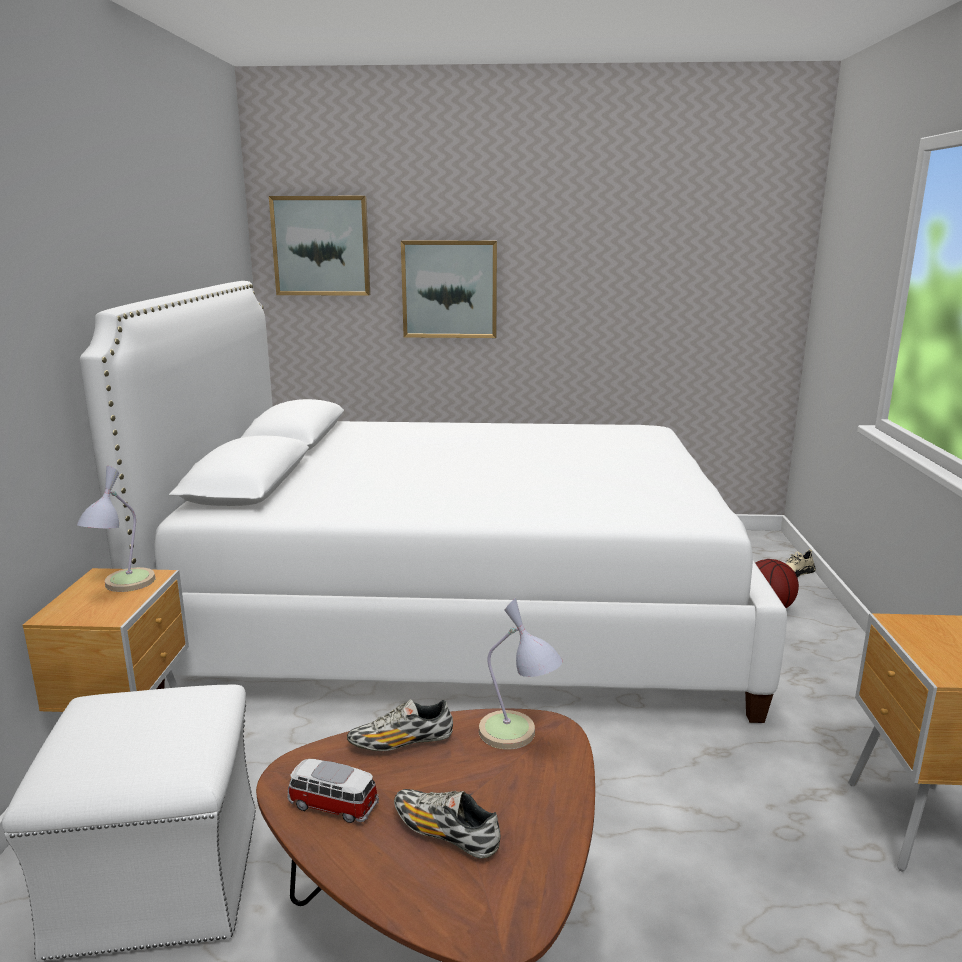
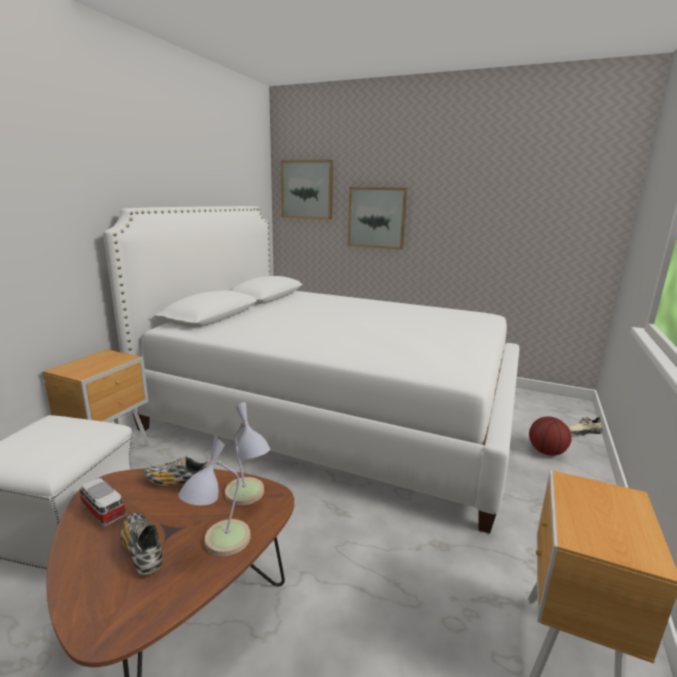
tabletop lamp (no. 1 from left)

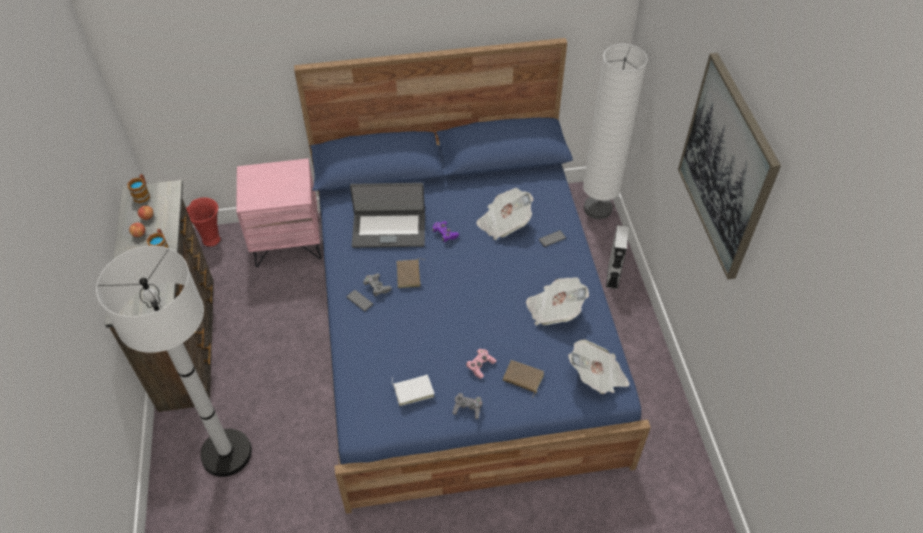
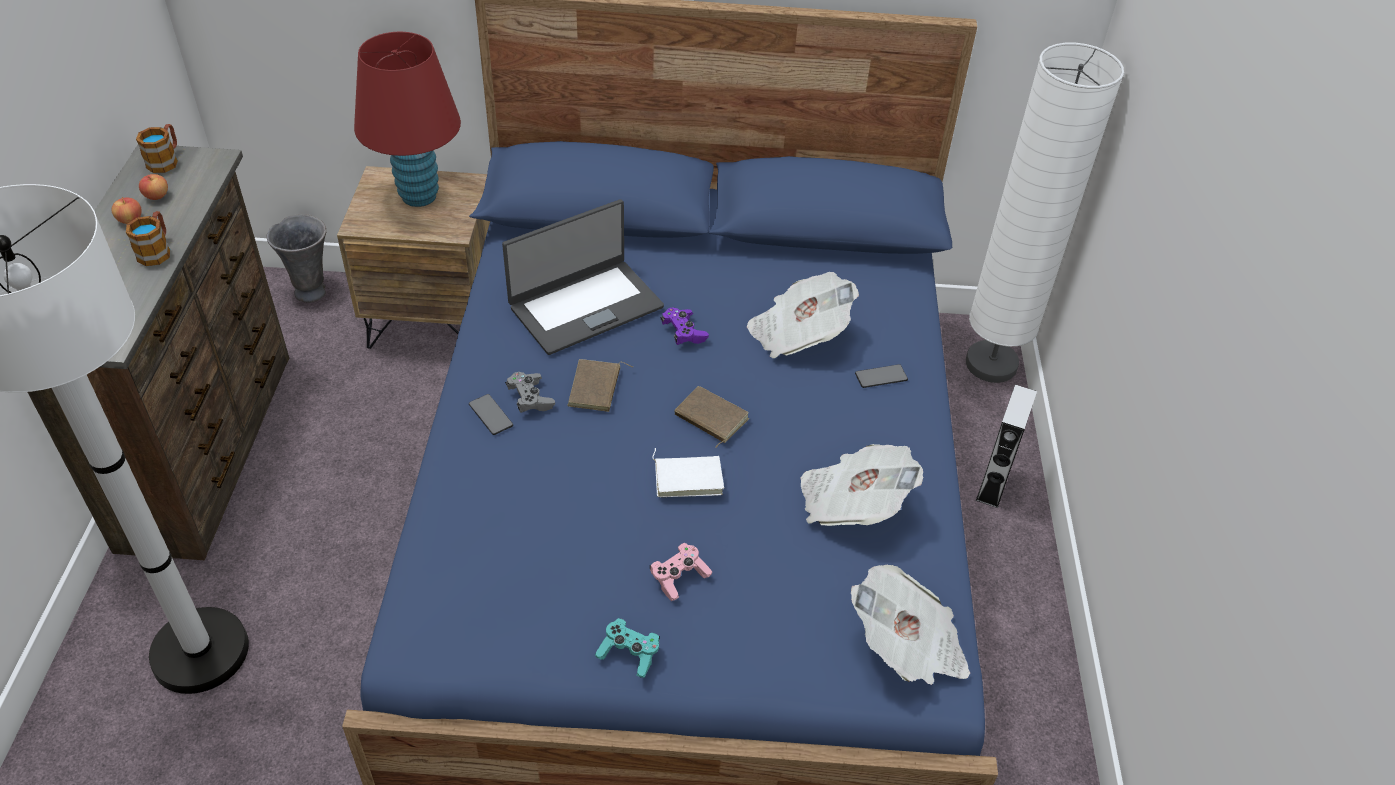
picture
tabletop lamp (red-coloured)
bound book (white)
bound book (brown) (no. 2 from left)
vase (greyish)
nightstand (brown)
gamepad (blue-green)
portable computer

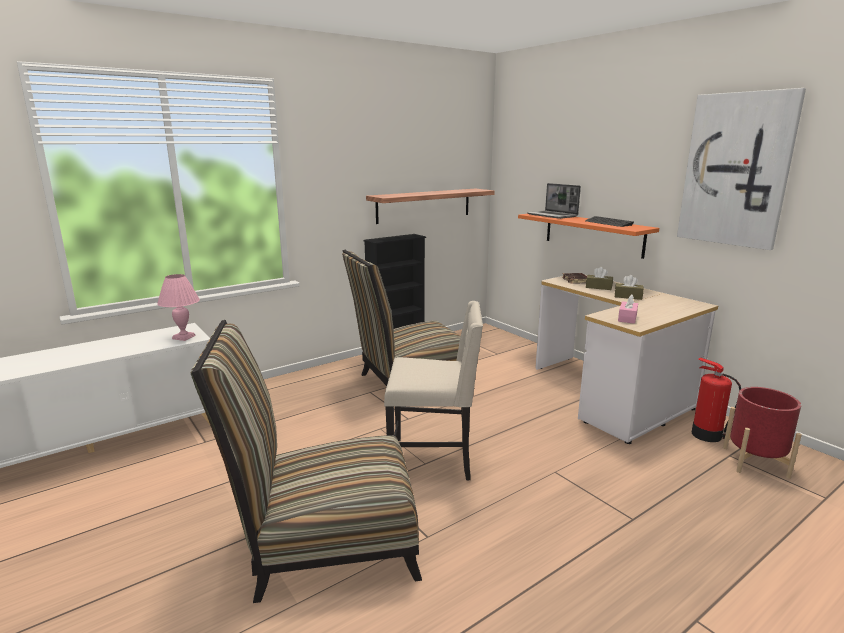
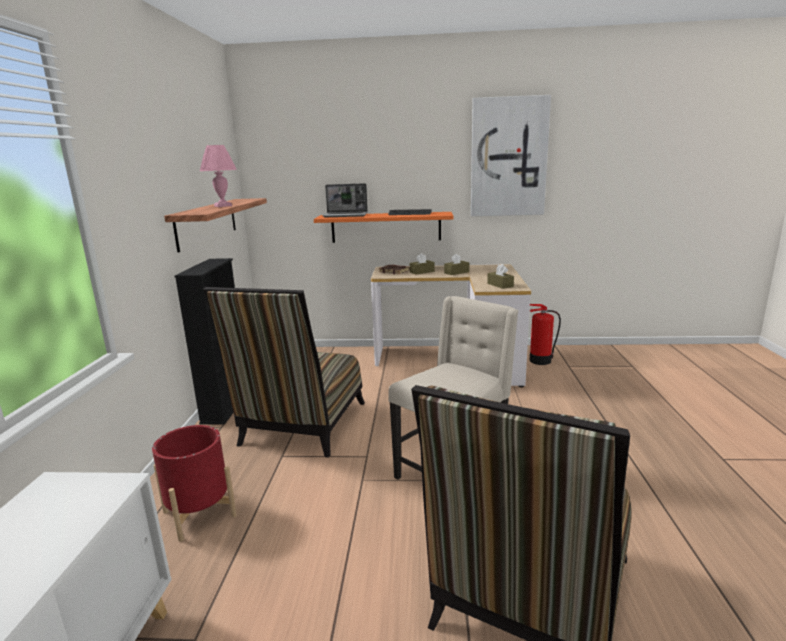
tabletop lamp (pink)
plant pot (red-coloured)
tissue box (brown) (no. 3 from left)

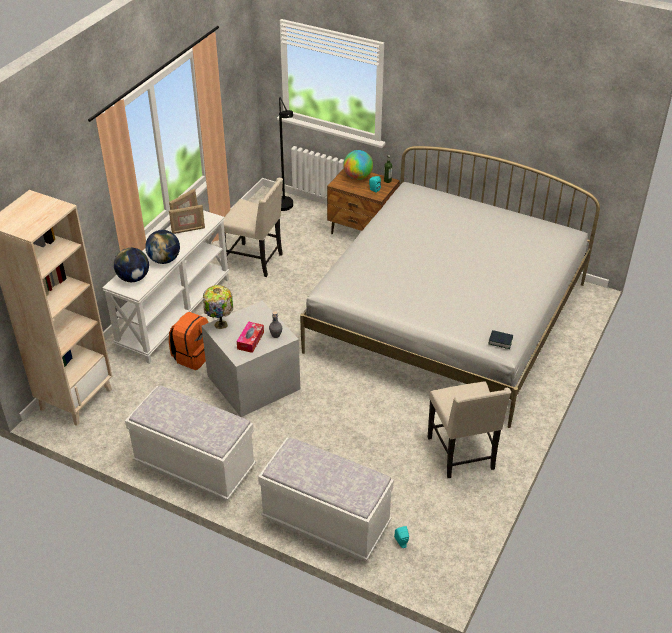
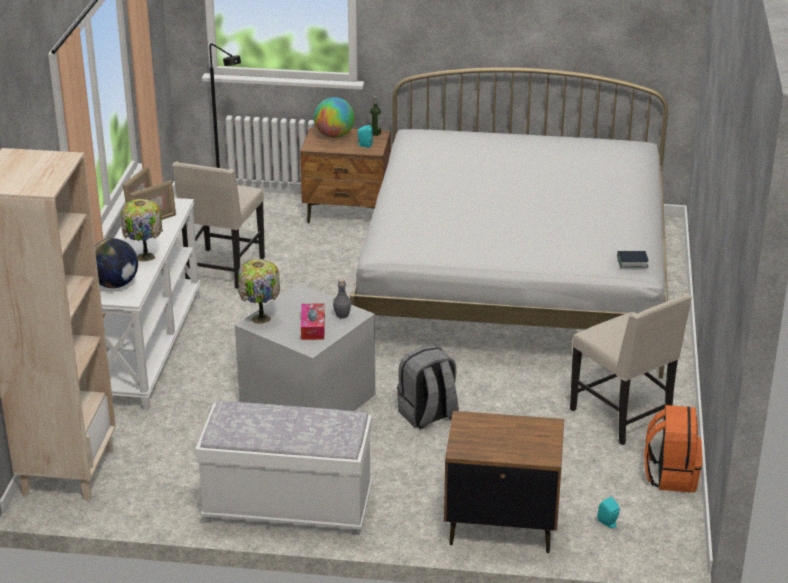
rucksack (greyish)
rucksack (orange)
tabletop lamp (no. 1 from left)
nightstand (brown) (no. 2 from left)
upright chair (sand-coloured) (no. 1 from left)

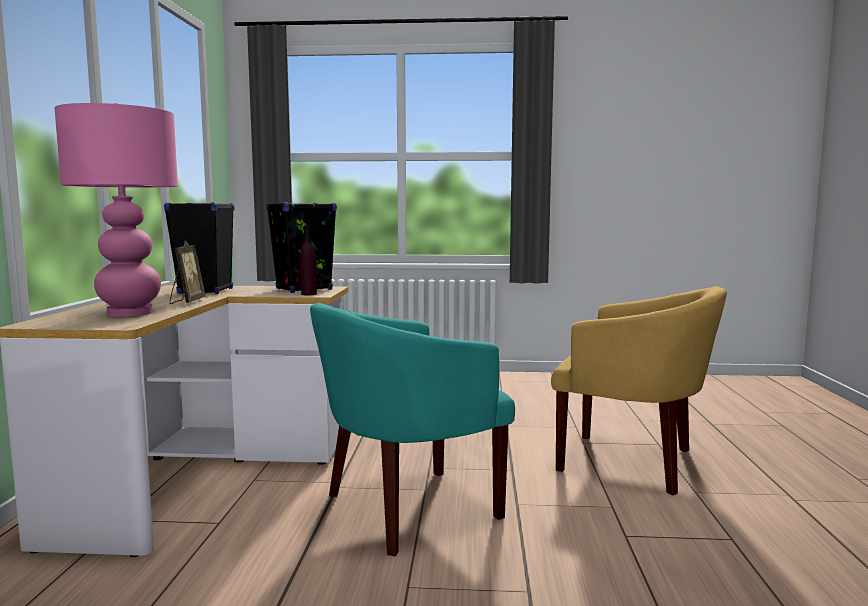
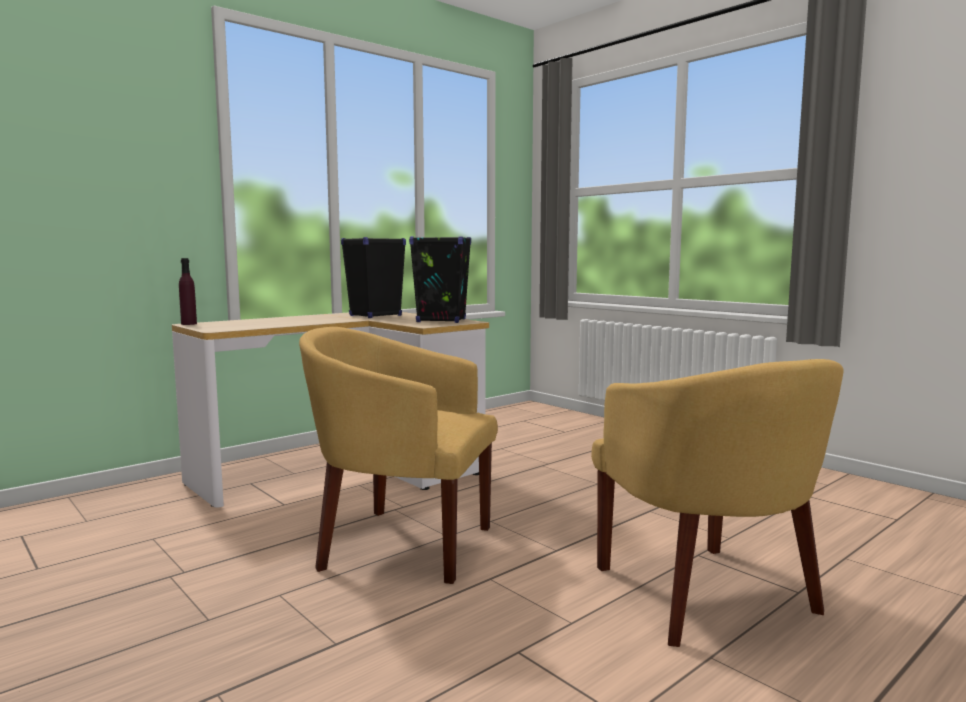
tabletop lamp (pink)
picture frame
drink bottle (purple-coloured)
lounge chair (yellow-coloured) (no. 1 from left)

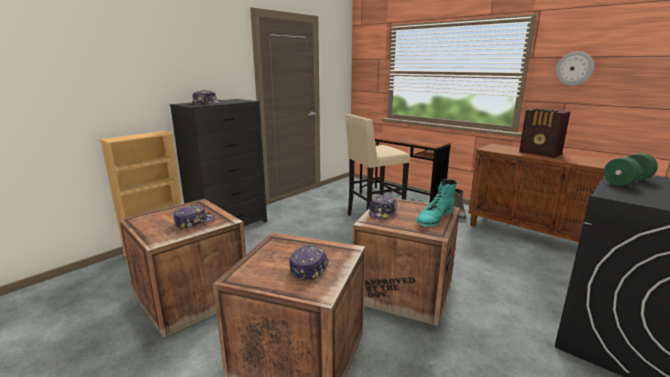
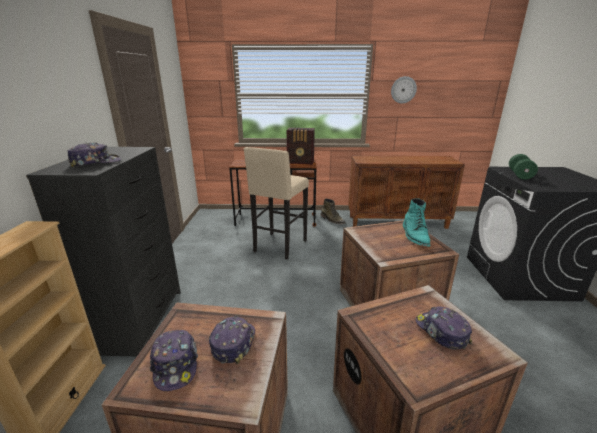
cap (no. 2 from left)
radio receiver

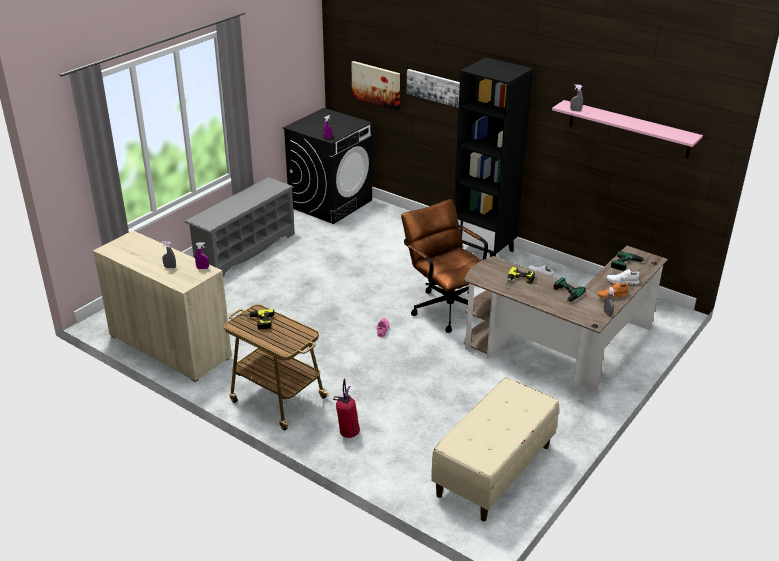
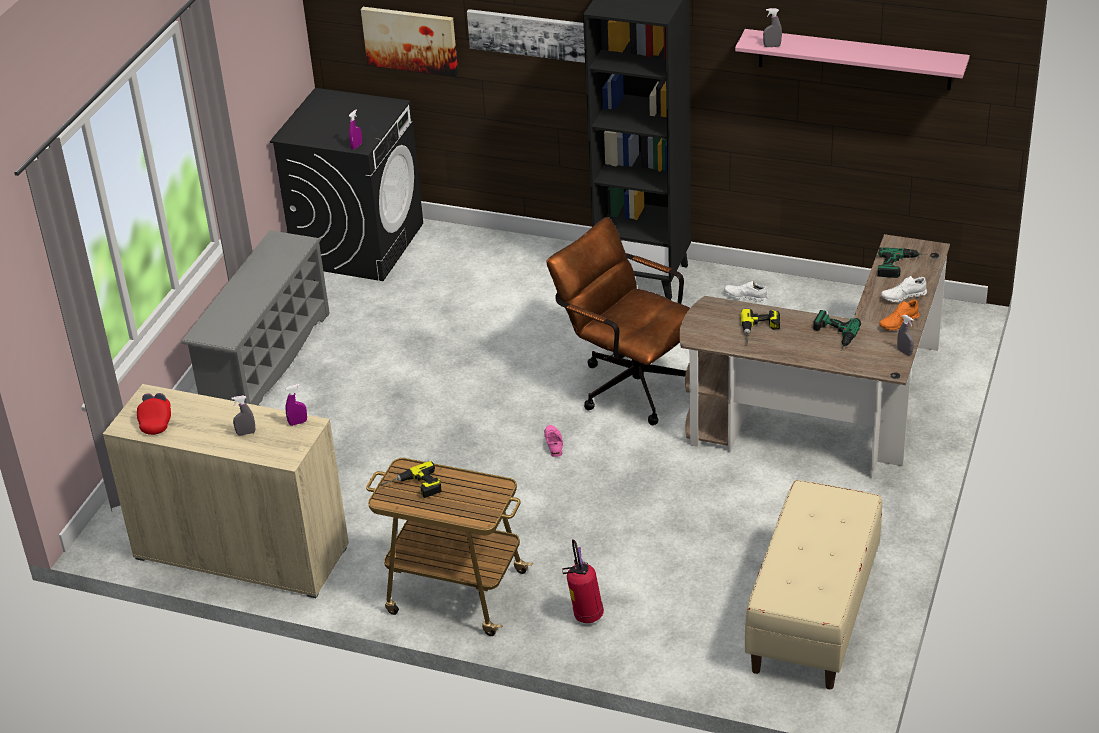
cap (red-coloured)

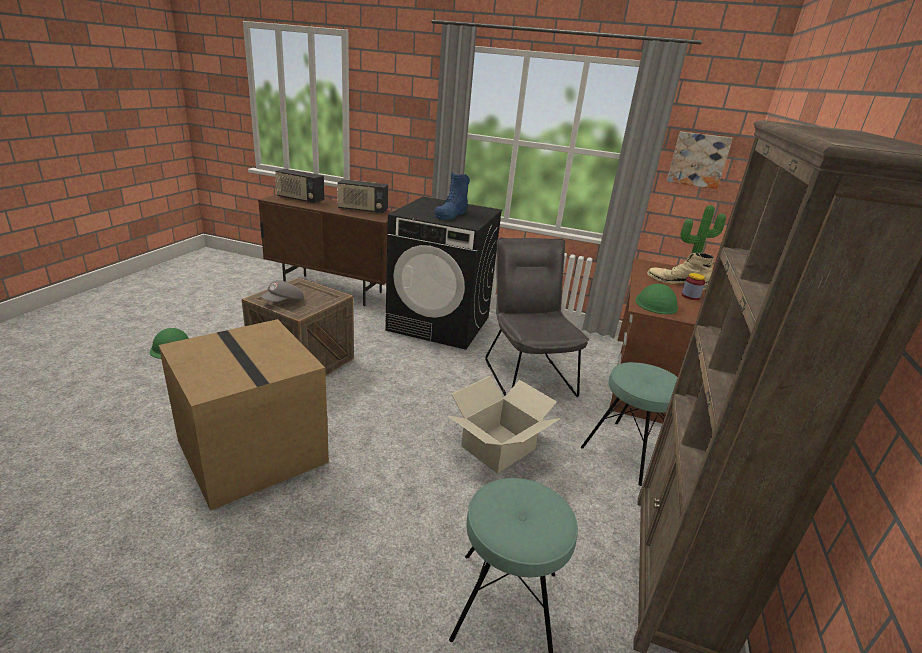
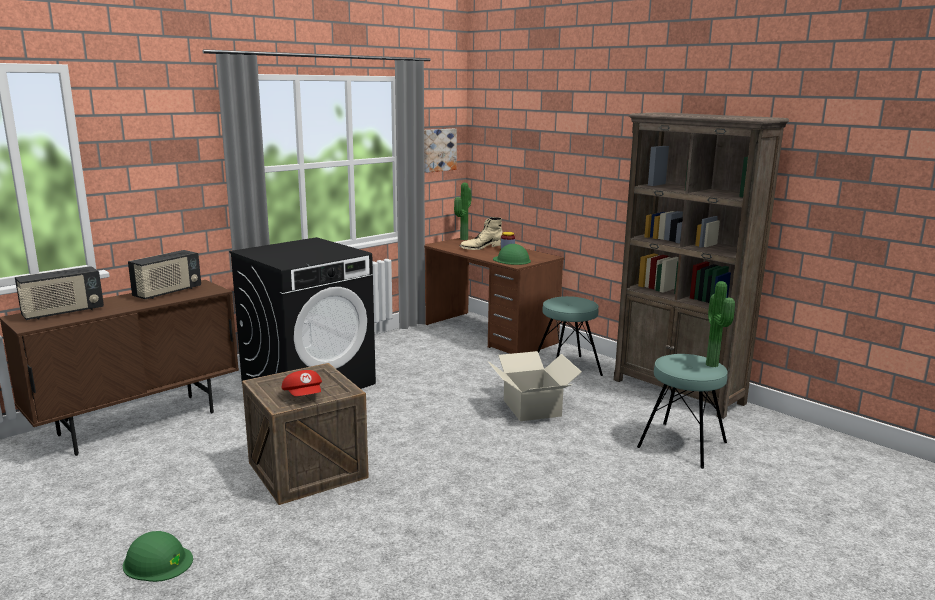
packing box (no. 1 from left in the first image)
tall boot (bluish)
upright chair (greyish)
houseplant (no. 2 from left)
cap (red-coloured)

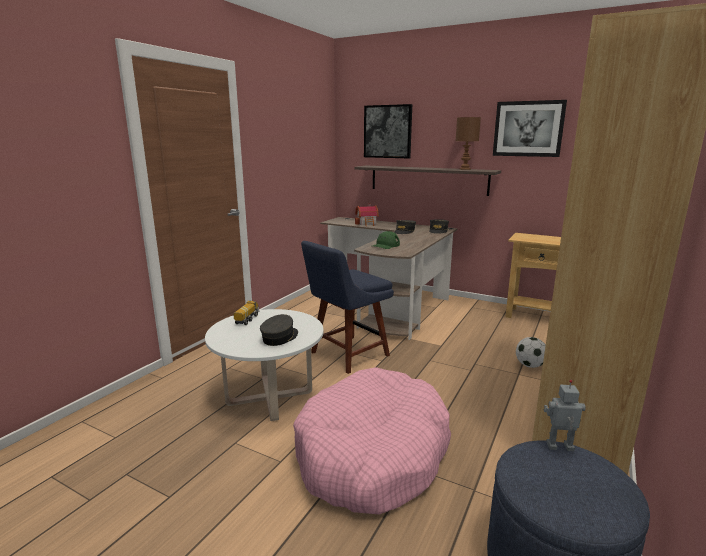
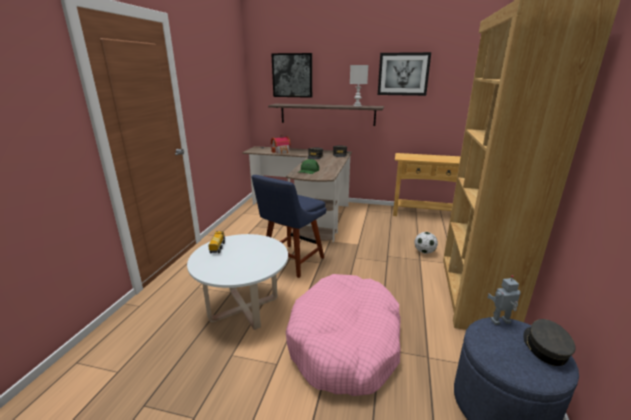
cap (greyish) (no. 3 from left)
tabletop lamp (white)

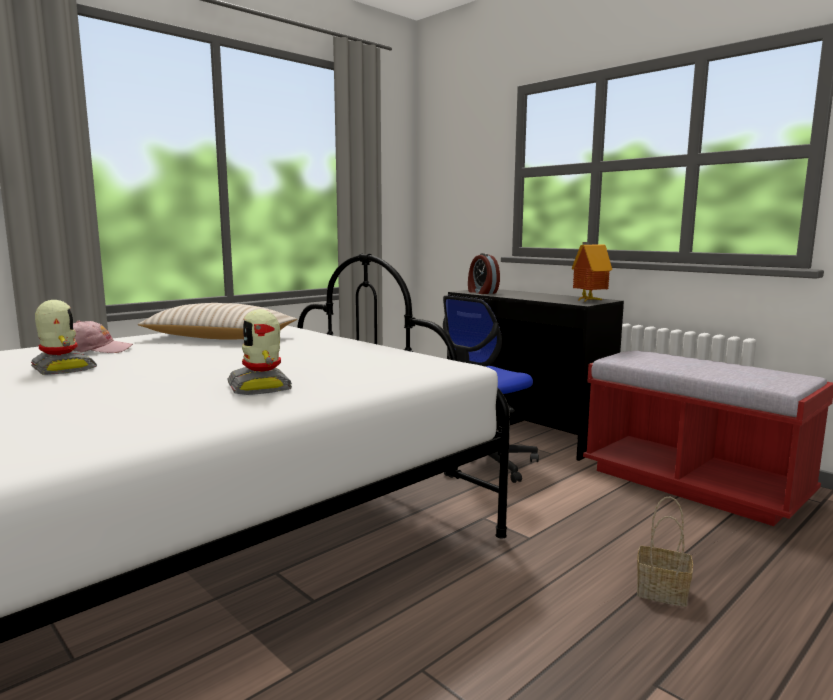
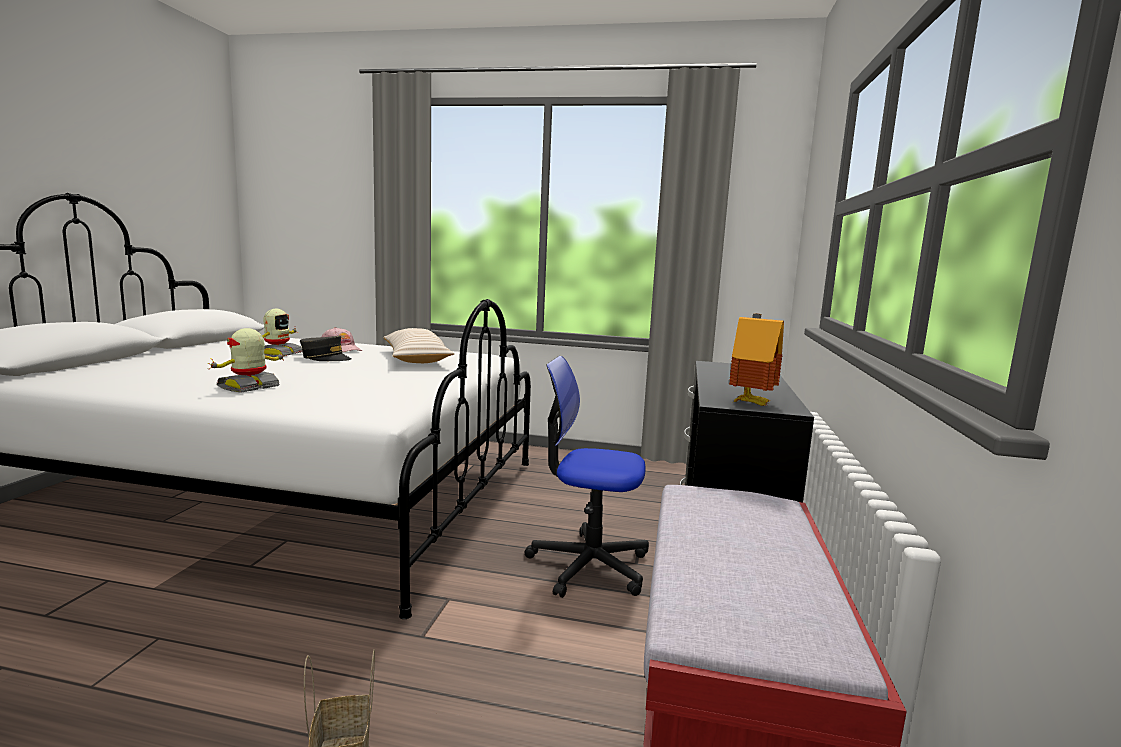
bedside clock
cap (greyish)

